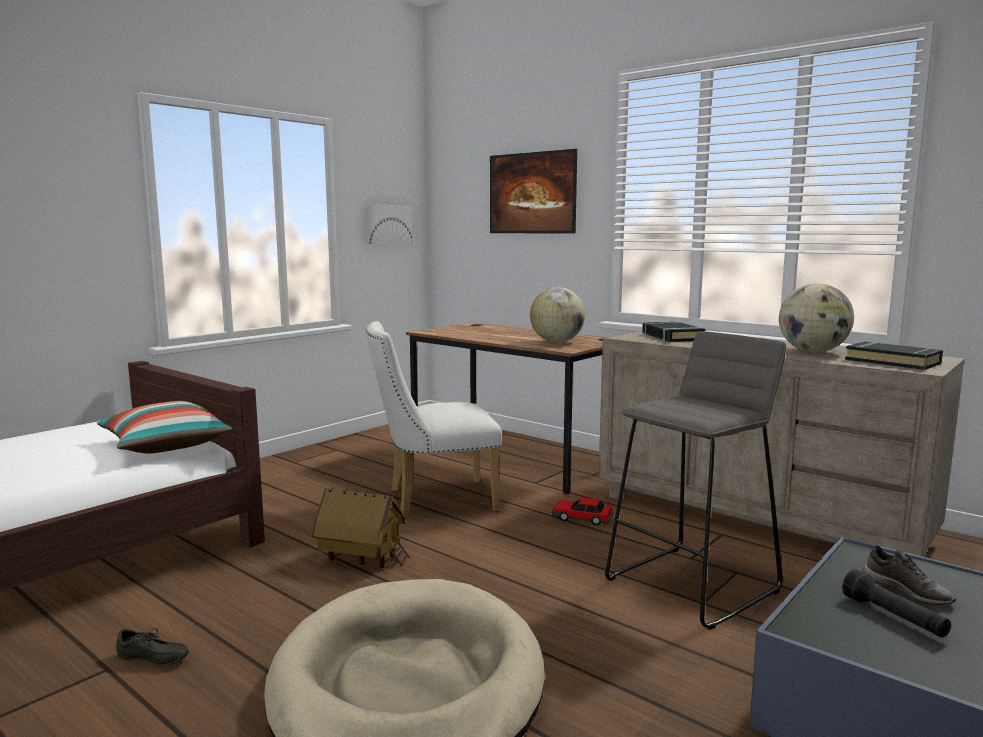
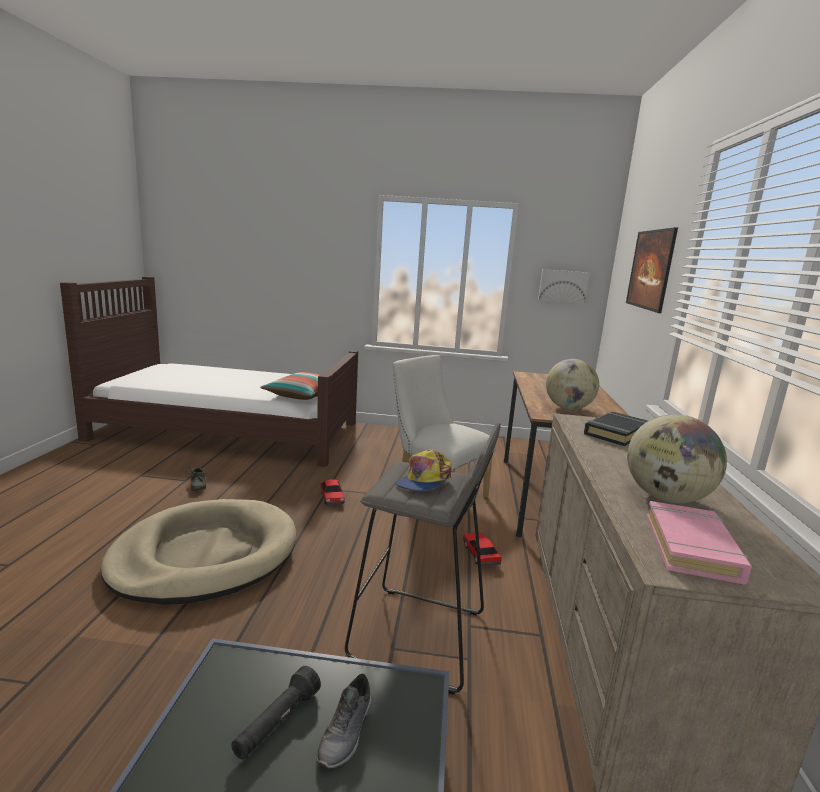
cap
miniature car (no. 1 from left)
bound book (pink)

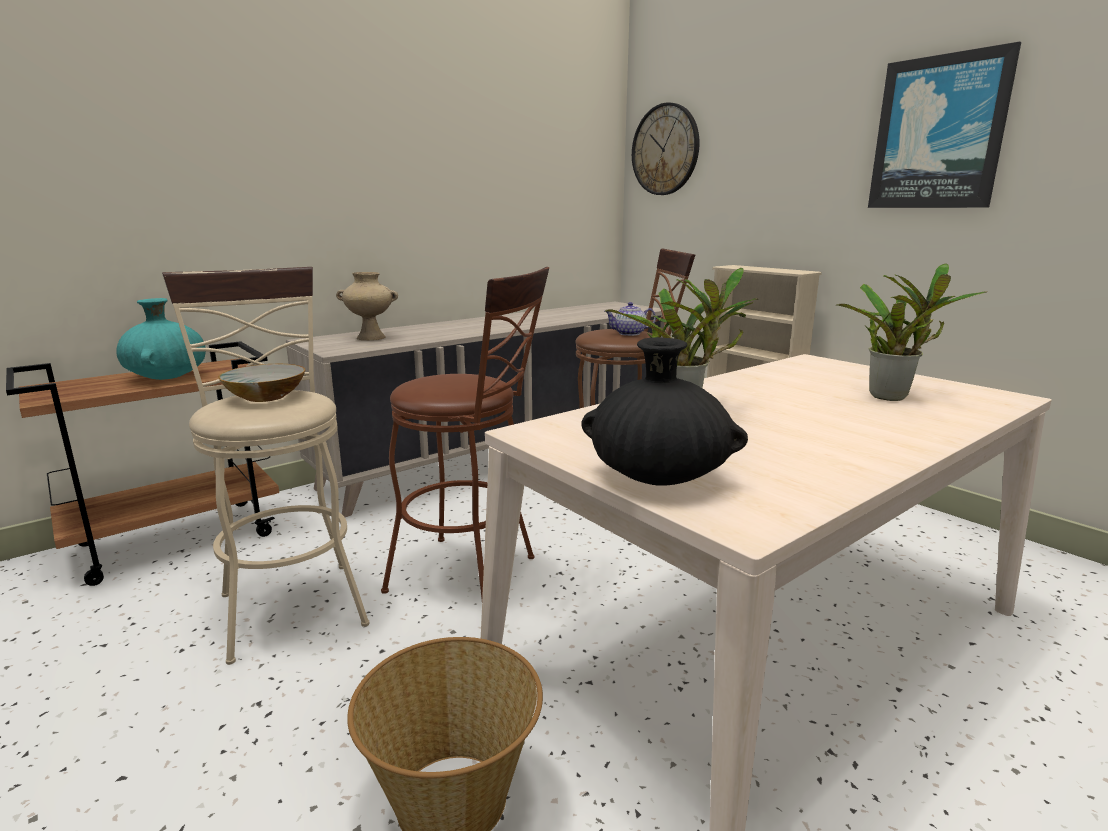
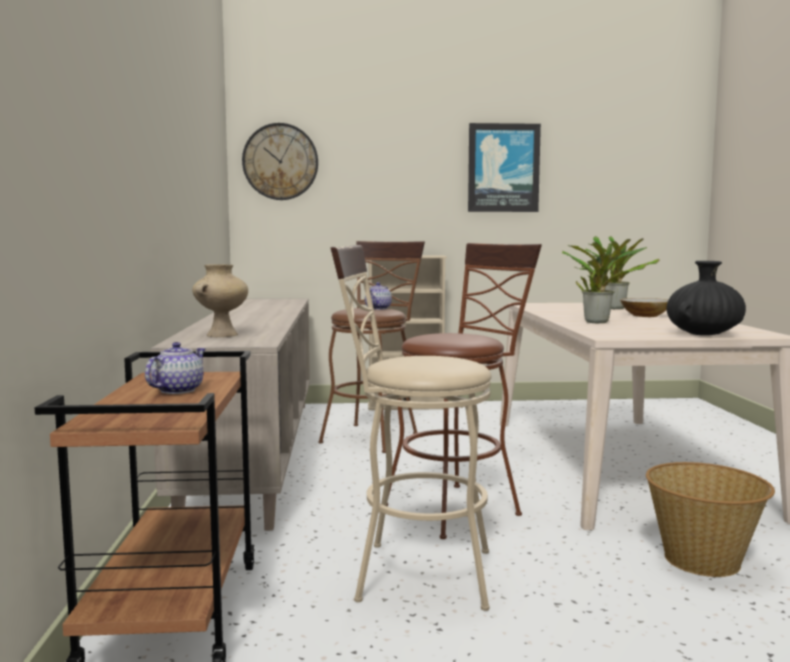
deep dish
pot for tea (no. 1 from left)

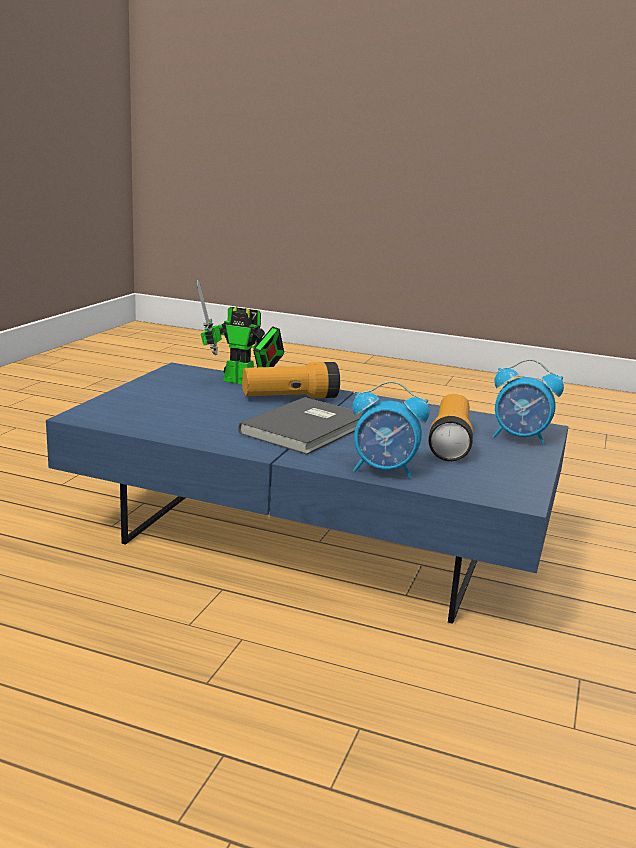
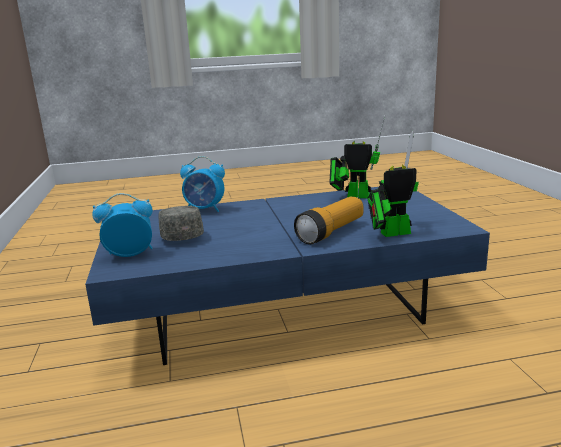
bound book (greyish)
toy robot (no. 1 from left)
cap (greyish)
bedside clock (no. 2 from left)

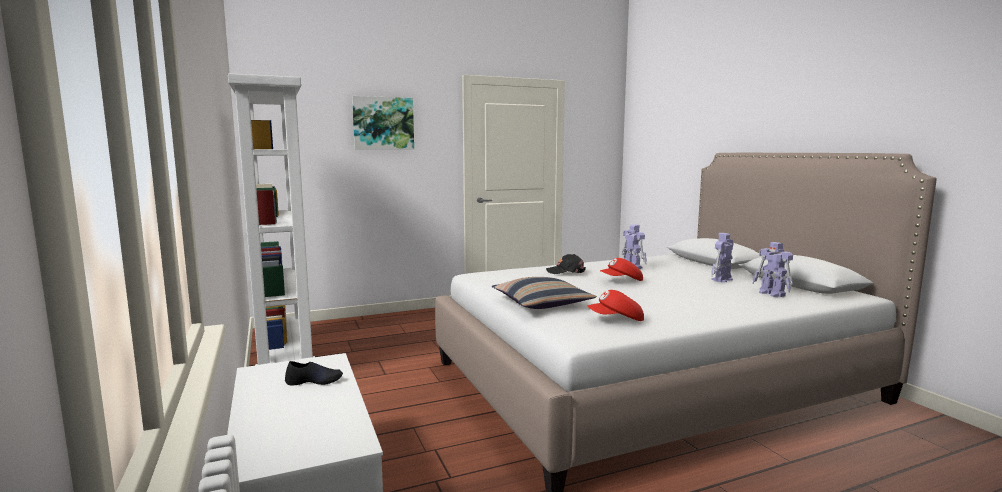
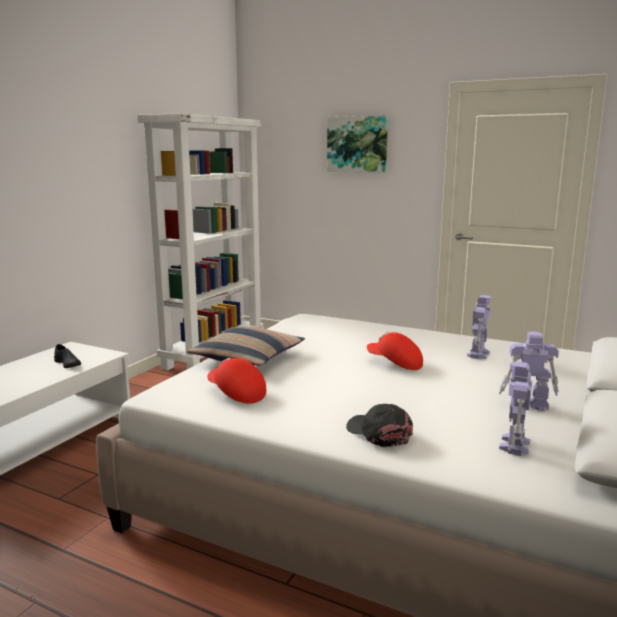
cap (blackish)

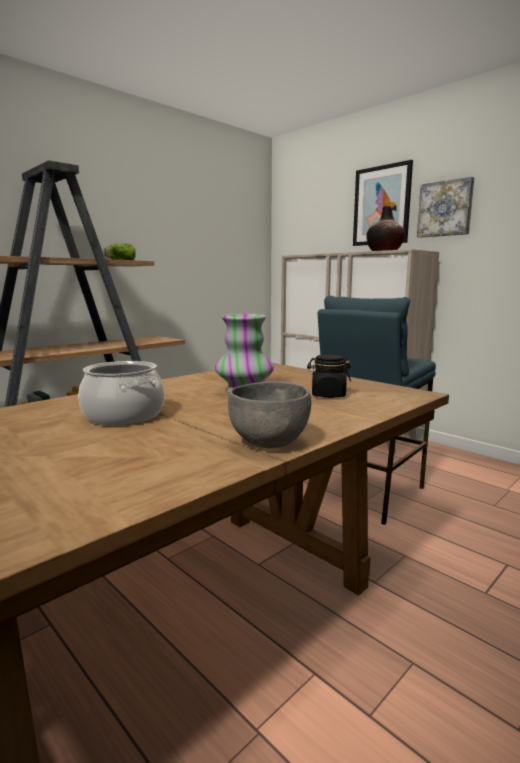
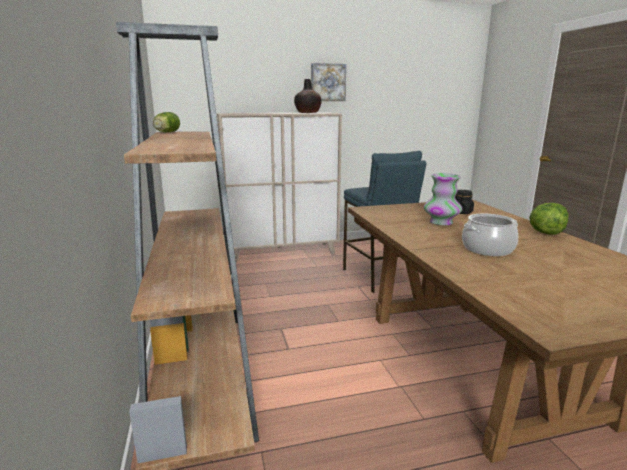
picture (no. 1 from left in the first image)
lettuce head (no. 2 from left)

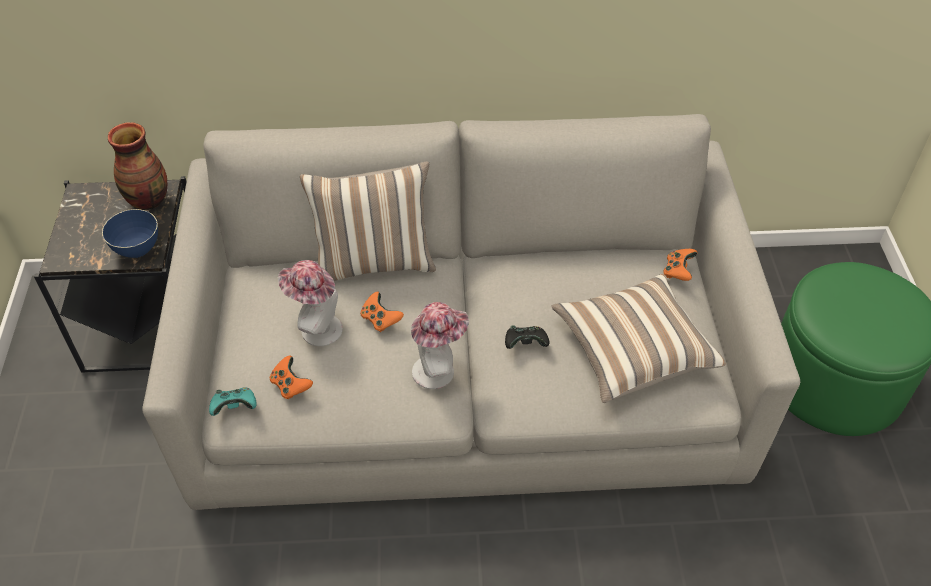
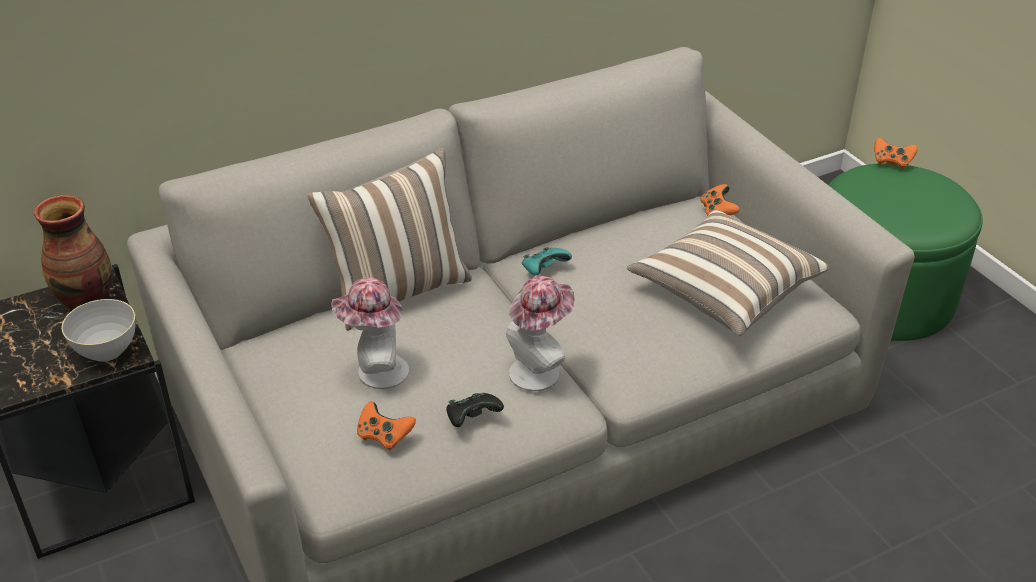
gamepad (blue-green)
gamepad (orange) (no. 3 from left)
gamepad (blackish)
deep dish (greyish)

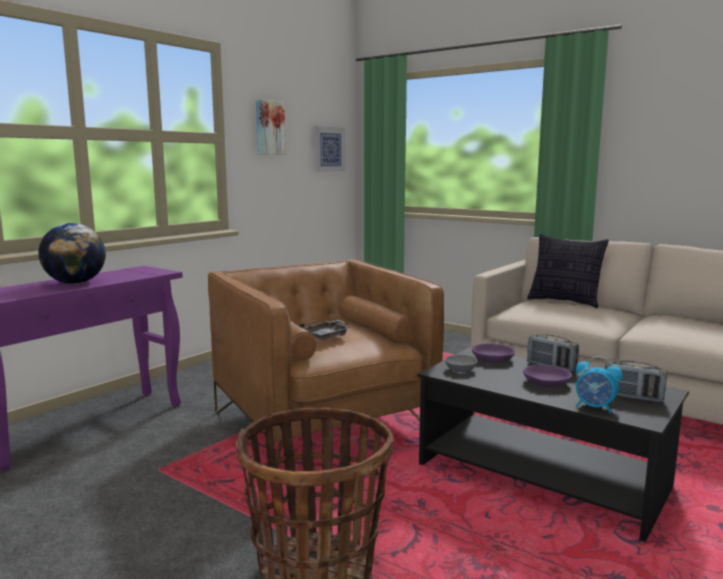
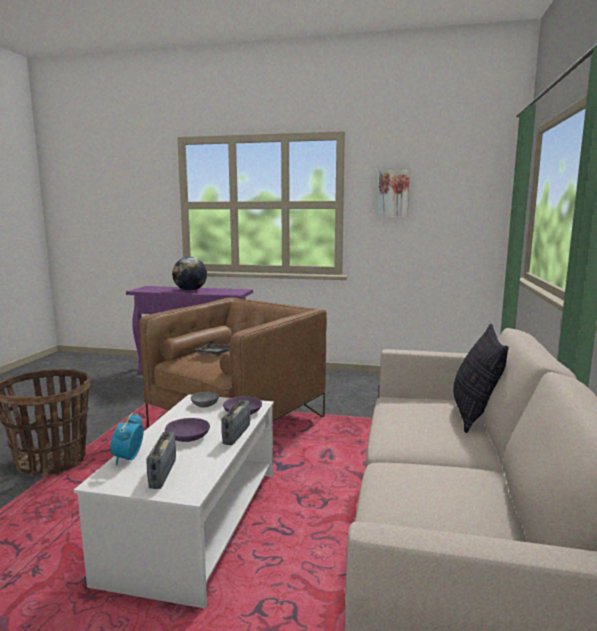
picture (no. 2 from left in the first image)
low table (white)

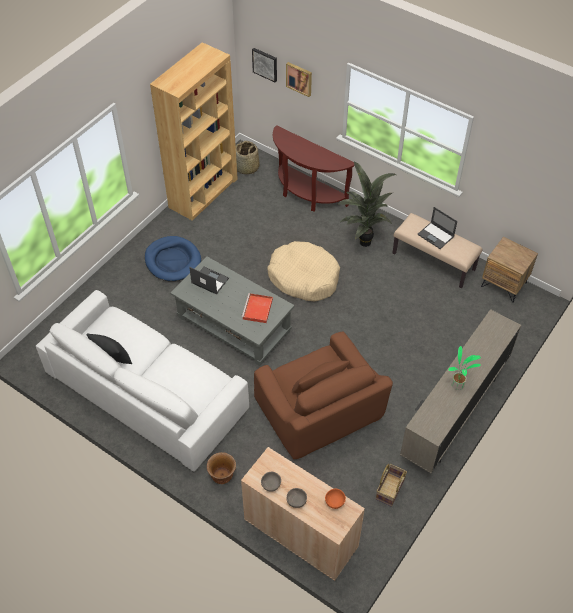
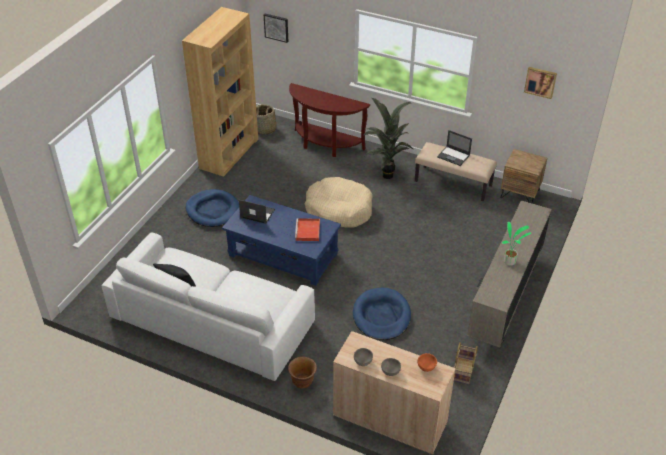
picture (no. 2 from left)
dog bed (bluish) (no. 2 from left)
low table (bluish)

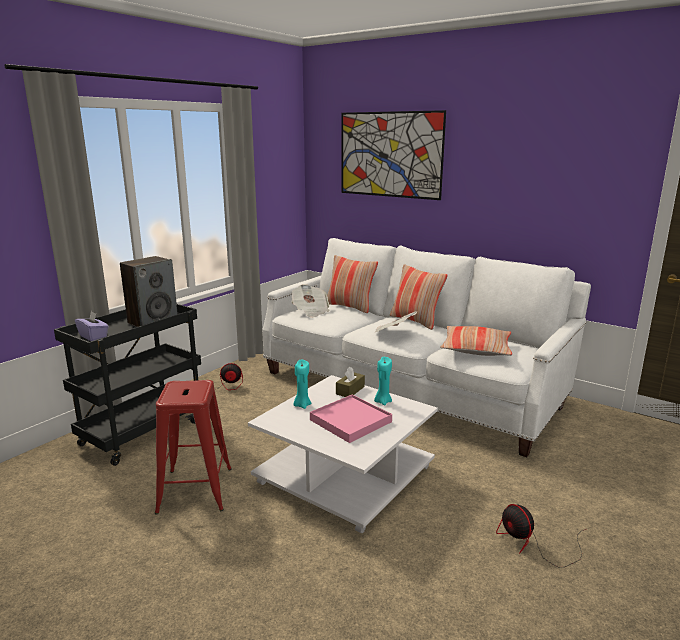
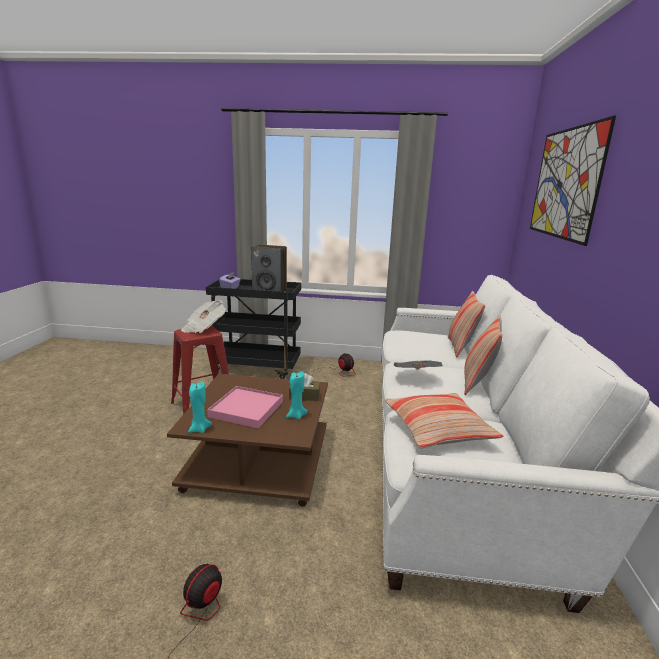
newspaper (no. 1 from left)
wax light (blue-green) (no. 1 from left)
low table (brown)

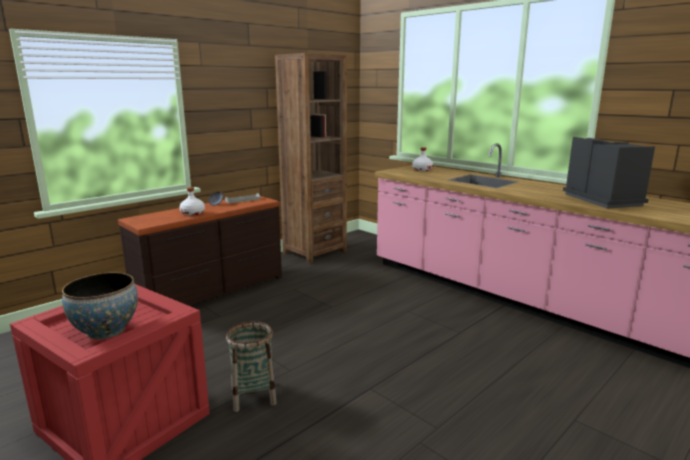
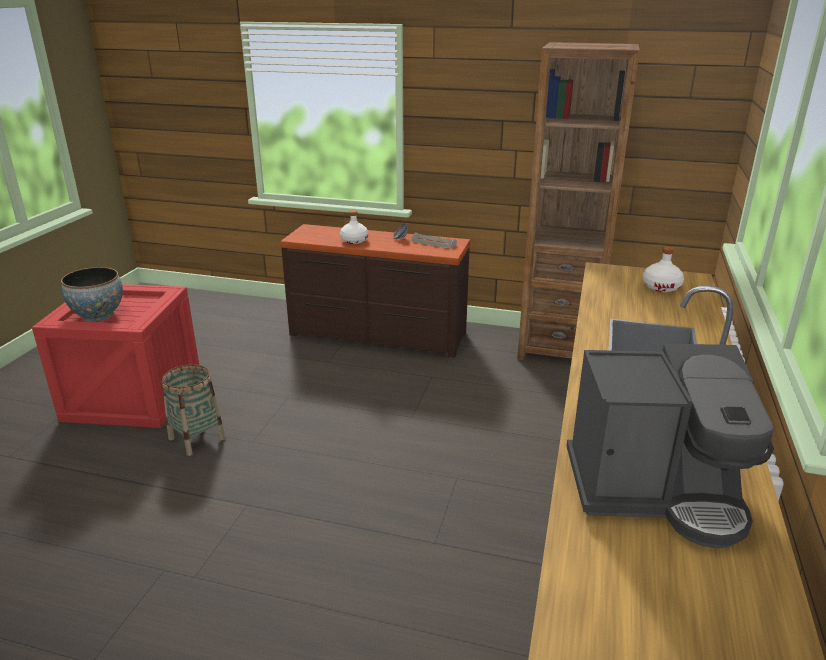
coffee maker

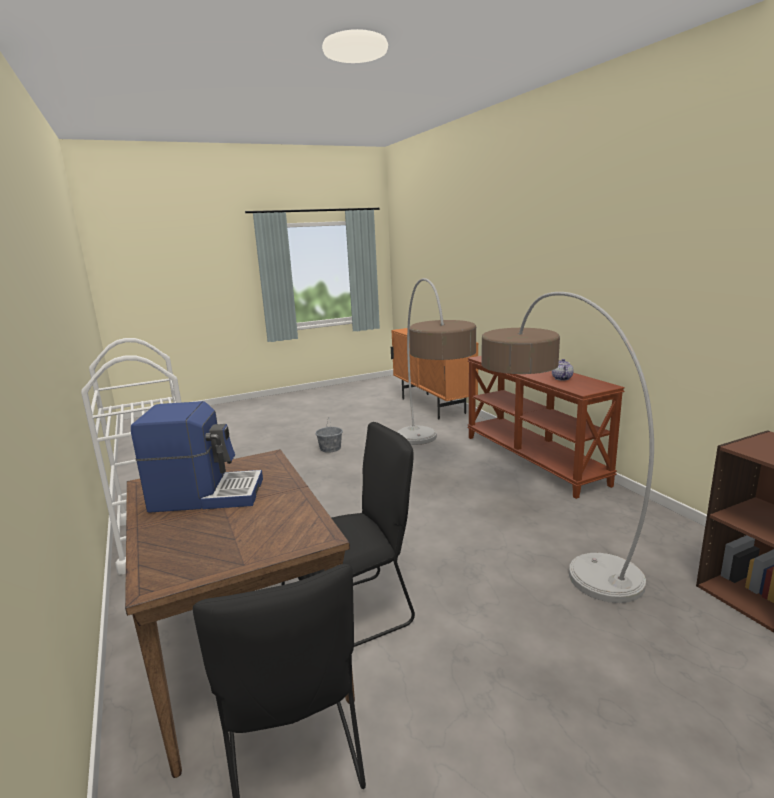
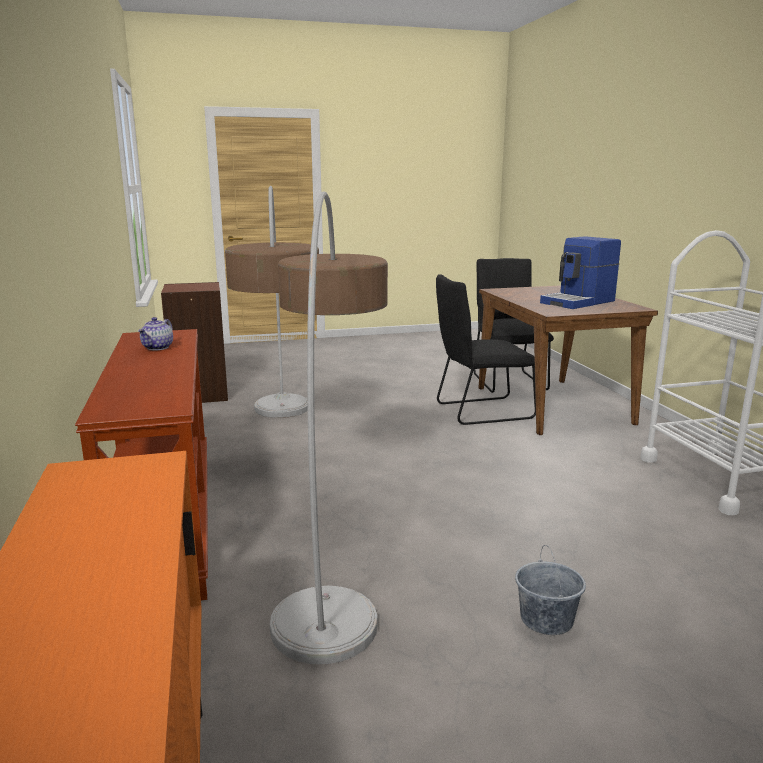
coffee maker

